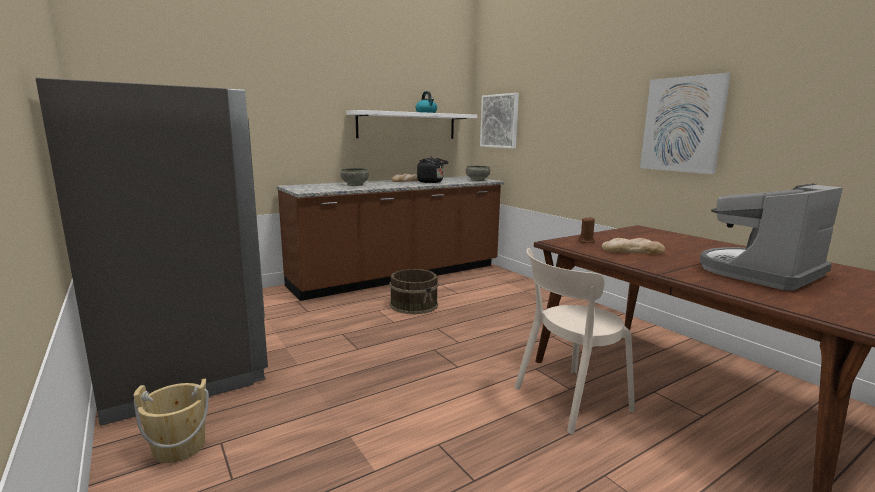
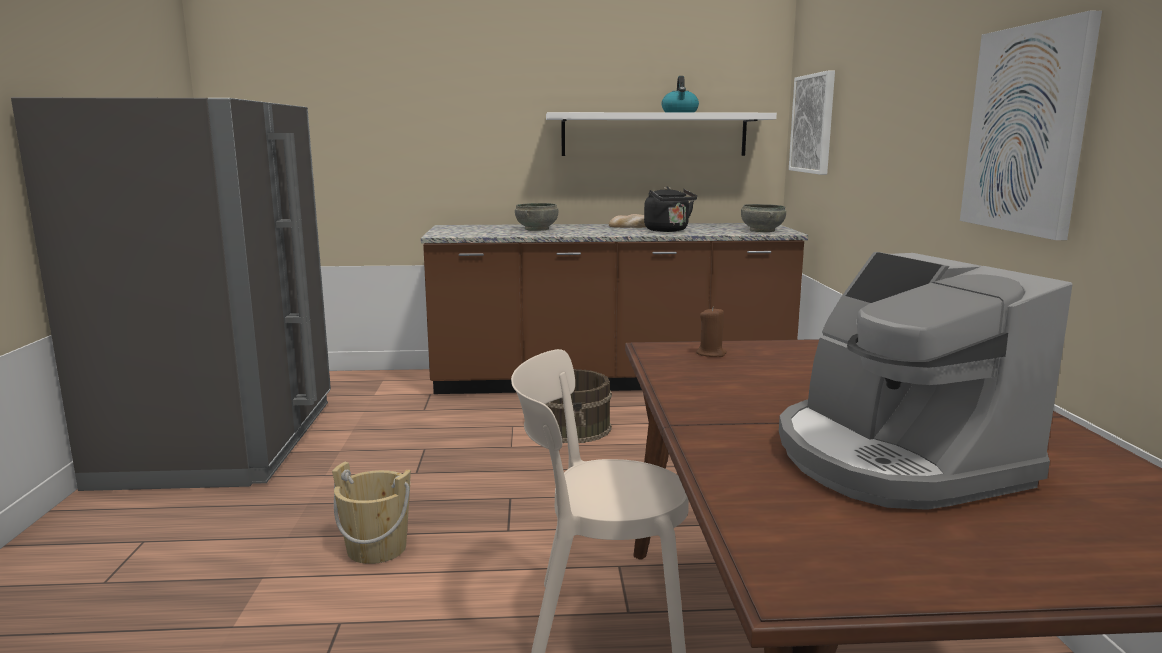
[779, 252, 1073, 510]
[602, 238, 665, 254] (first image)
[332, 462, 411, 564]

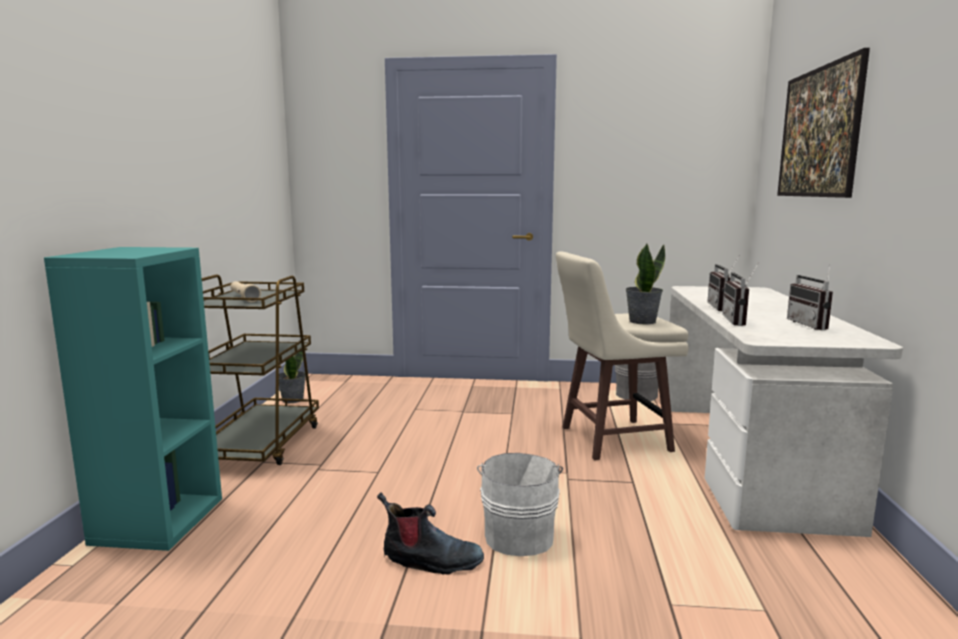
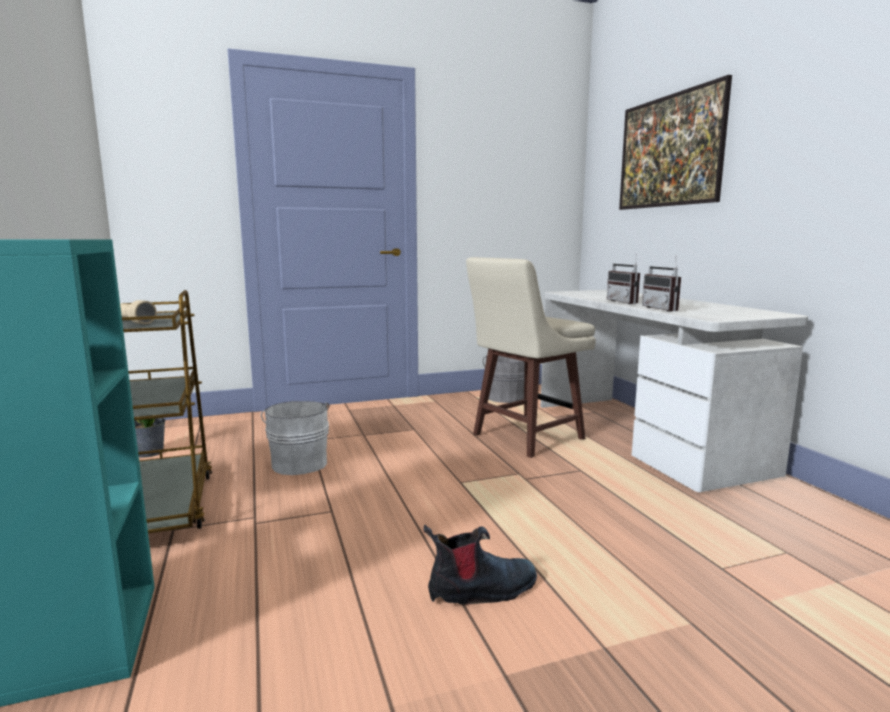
[626, 244, 665, 324] (first image)
[787, 264, 833, 330] (first image)
[261, 401, 330, 475]

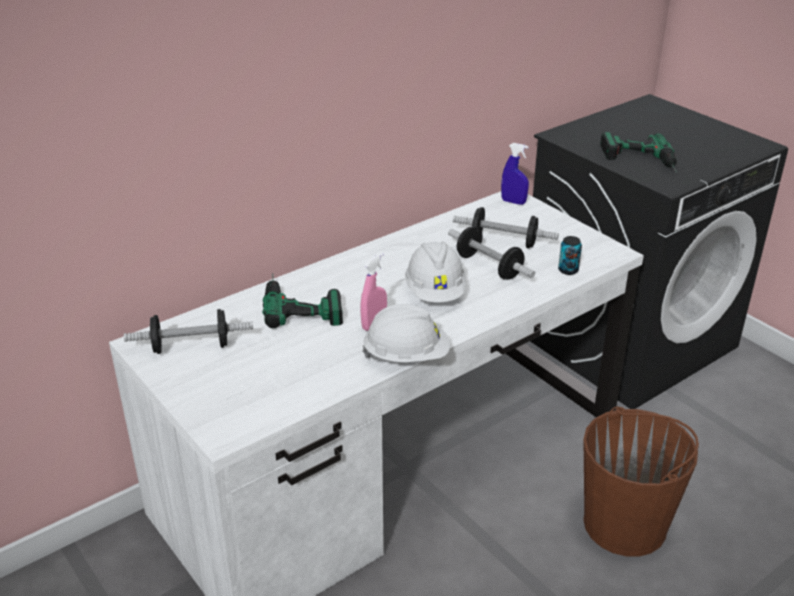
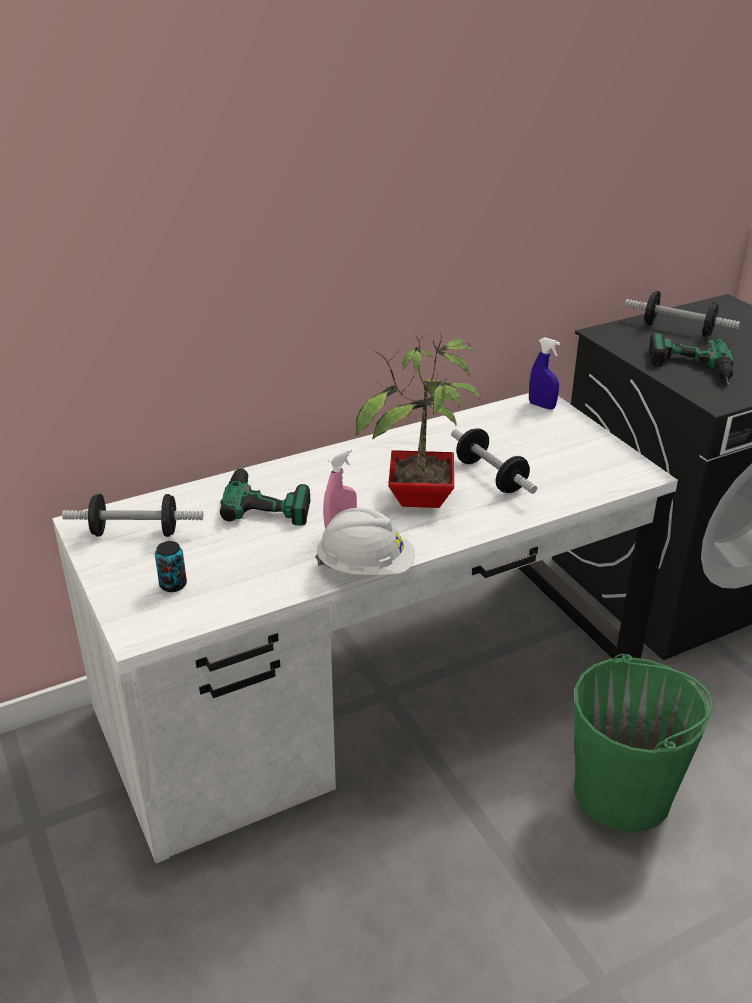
[625, 291, 740, 337]
[155, 541, 187, 592]
[356, 331, 480, 508]
[574, 654, 712, 832]

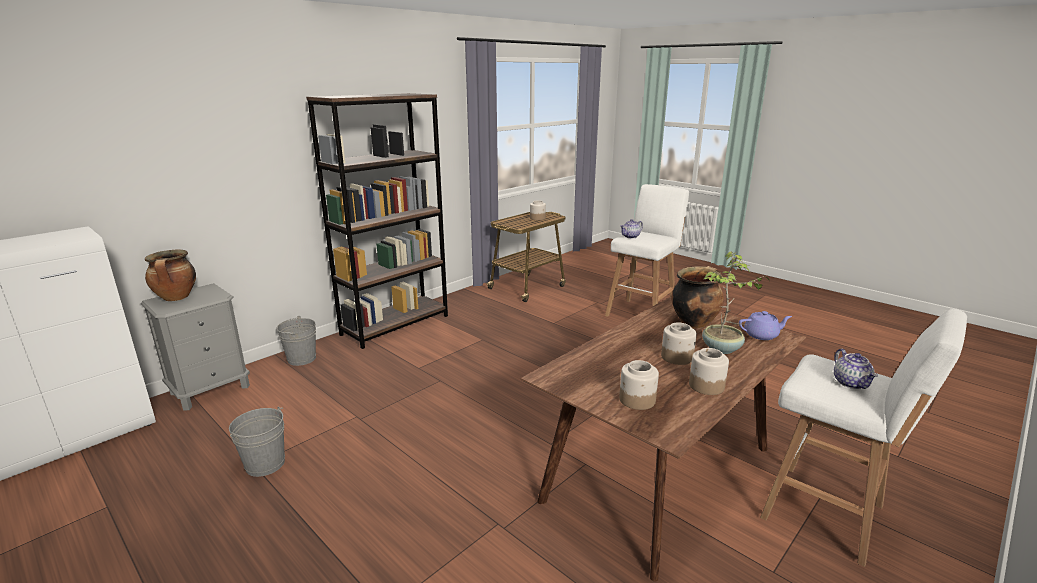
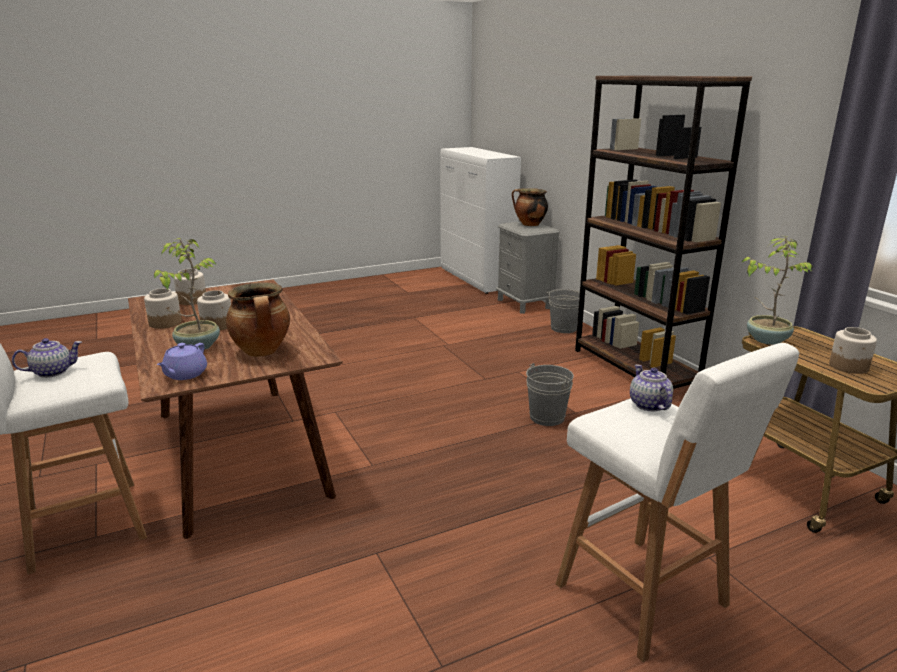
[12, 338, 82, 378]
[526, 363, 574, 426]
[742, 236, 813, 345]

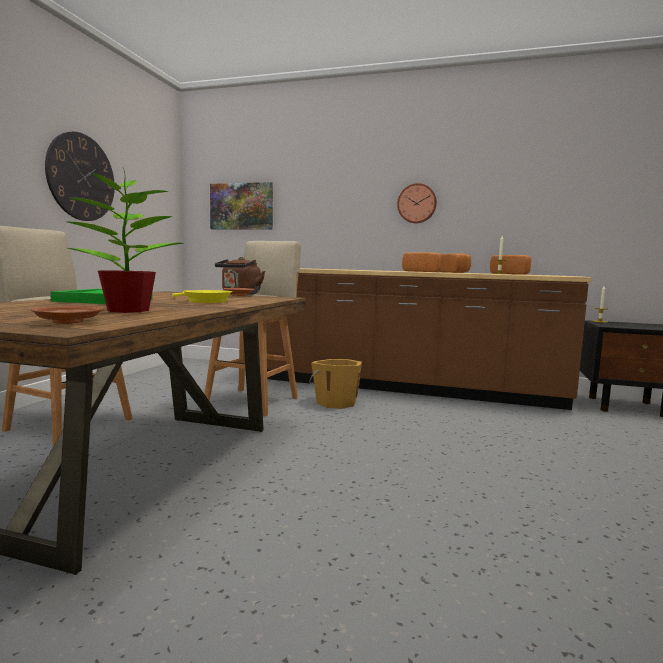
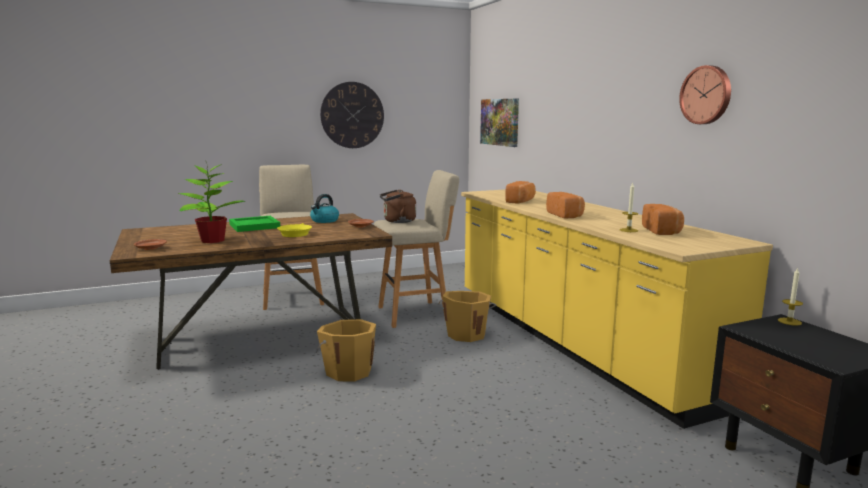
[679, 65, 731, 124]
[505, 181, 536, 204]
[461, 189, 773, 429]
[310, 194, 339, 223]
[316, 319, 376, 381]

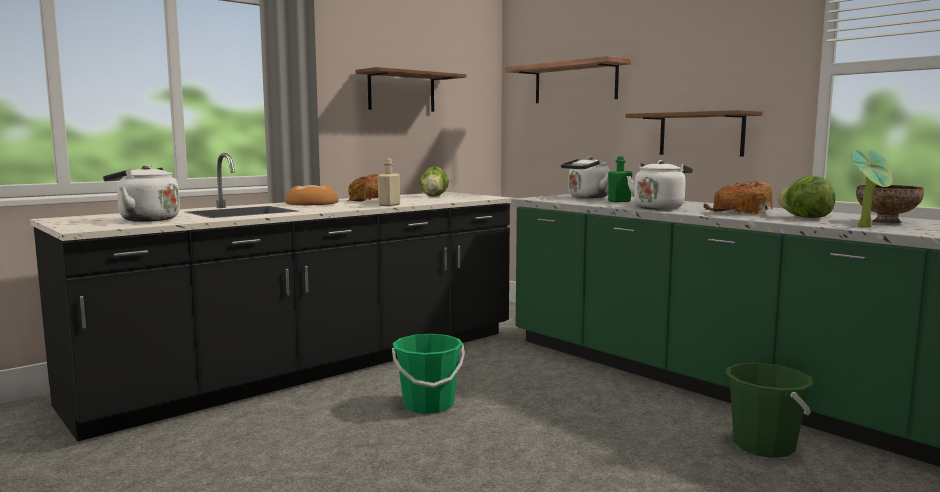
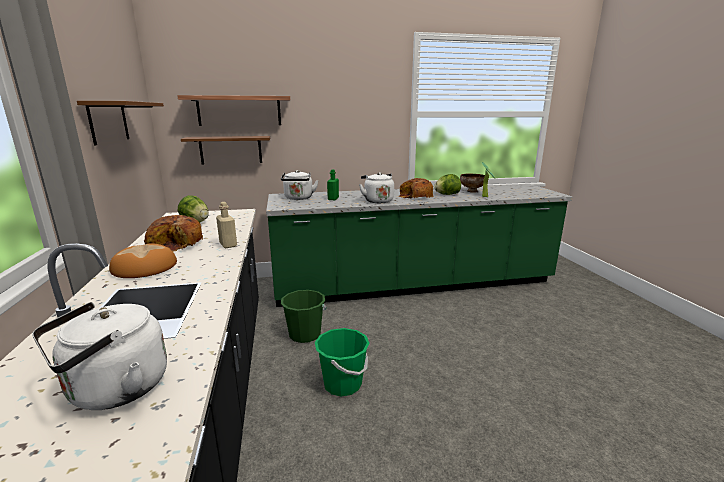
[181, 136, 270, 165]
[281, 290, 326, 343]

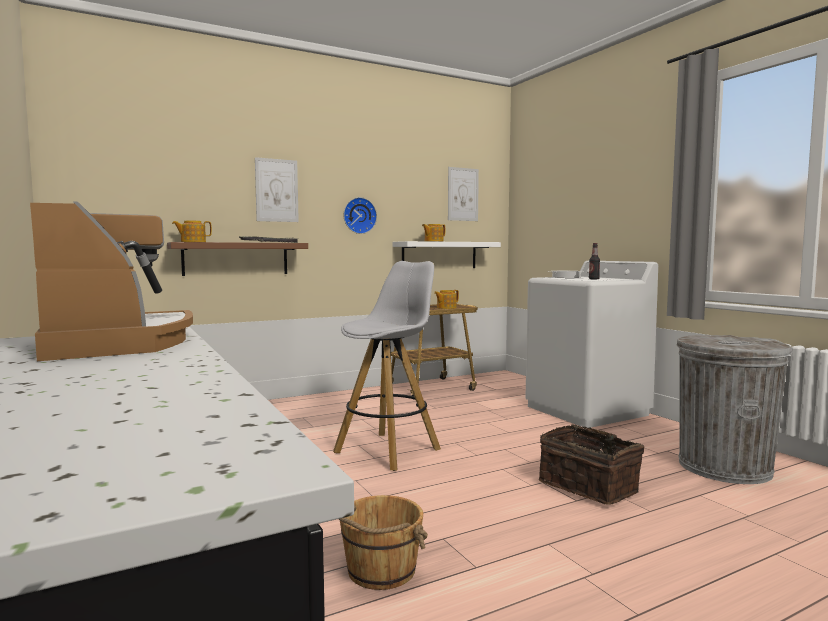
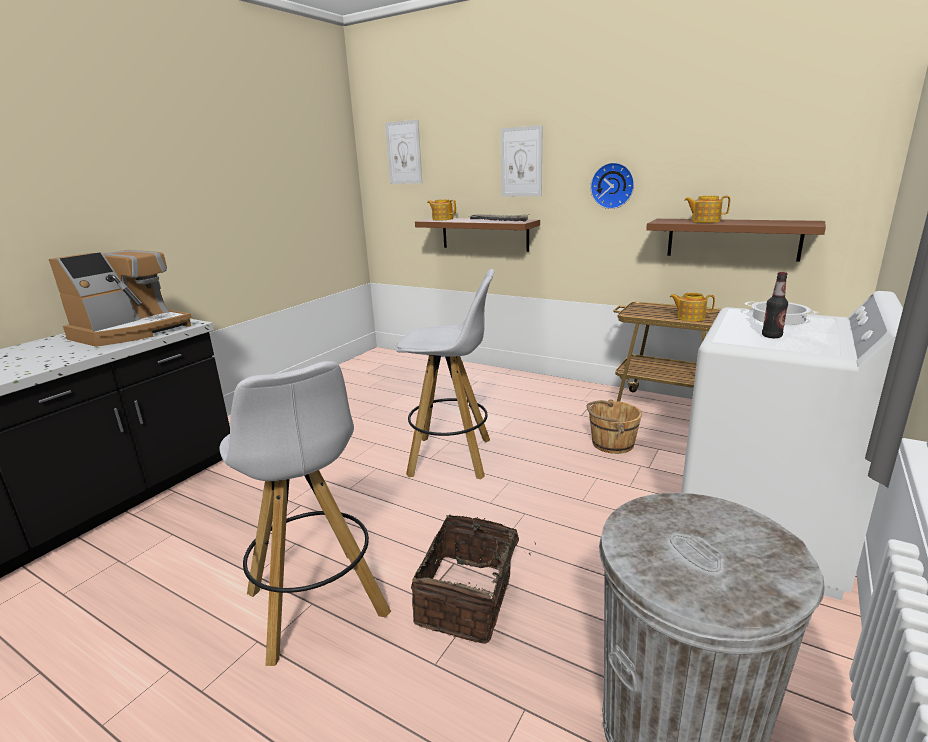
[385, 120, 422, 184]
[646, 219, 826, 262]
[587, 399, 642, 454]
[219, 361, 391, 666]

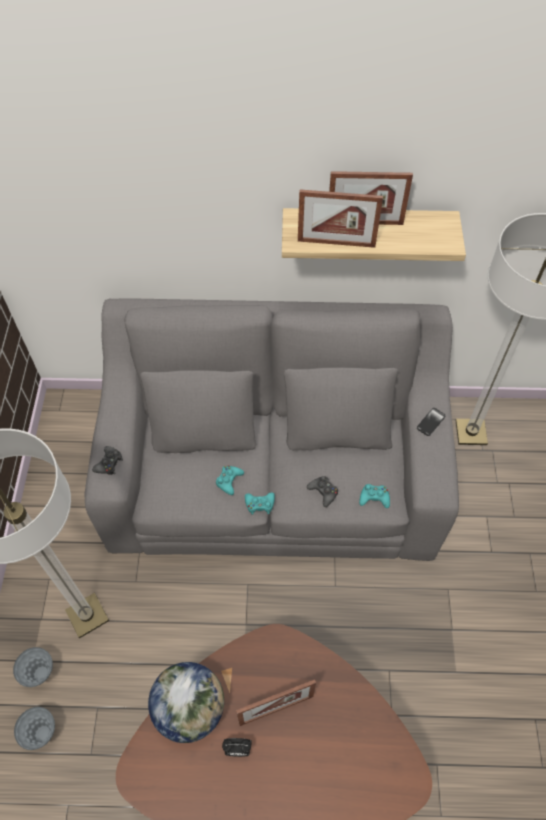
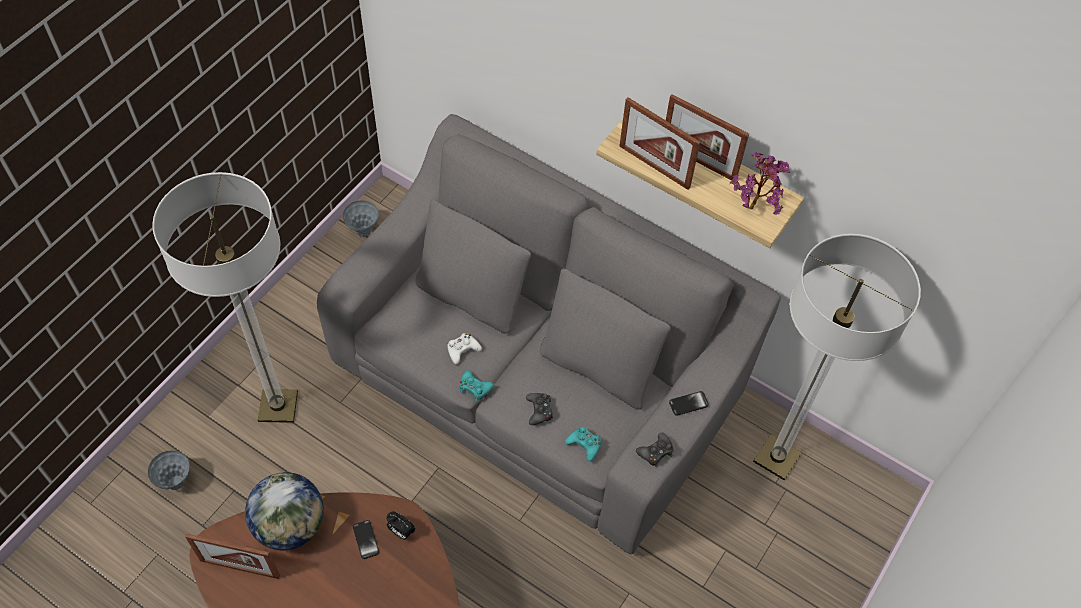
[636, 432, 674, 467]
[447, 333, 482, 364]
[343, 200, 379, 237]
[185, 533, 280, 579]
[386, 511, 416, 540]
[730, 152, 790, 215]
[353, 520, 379, 559]

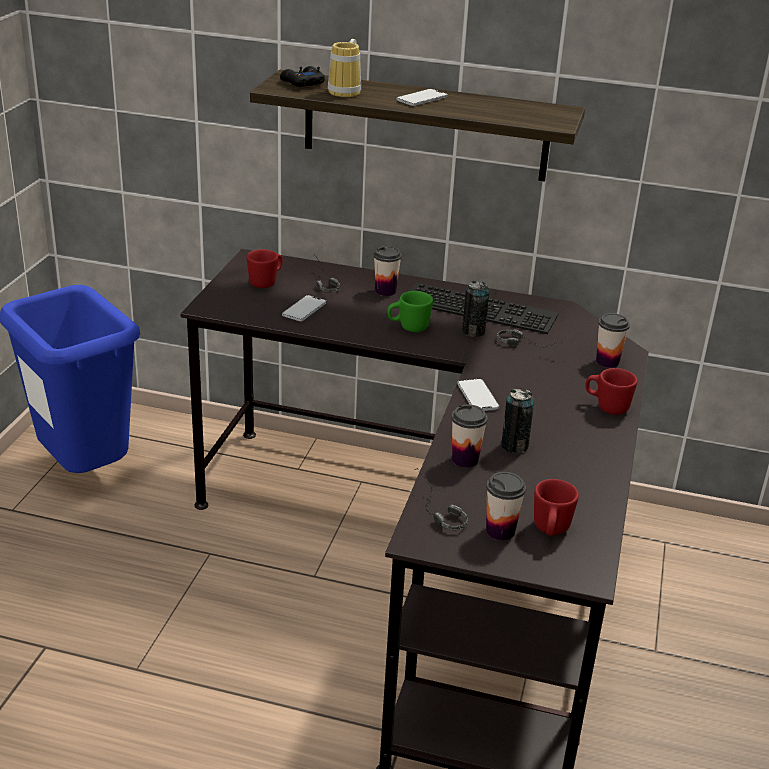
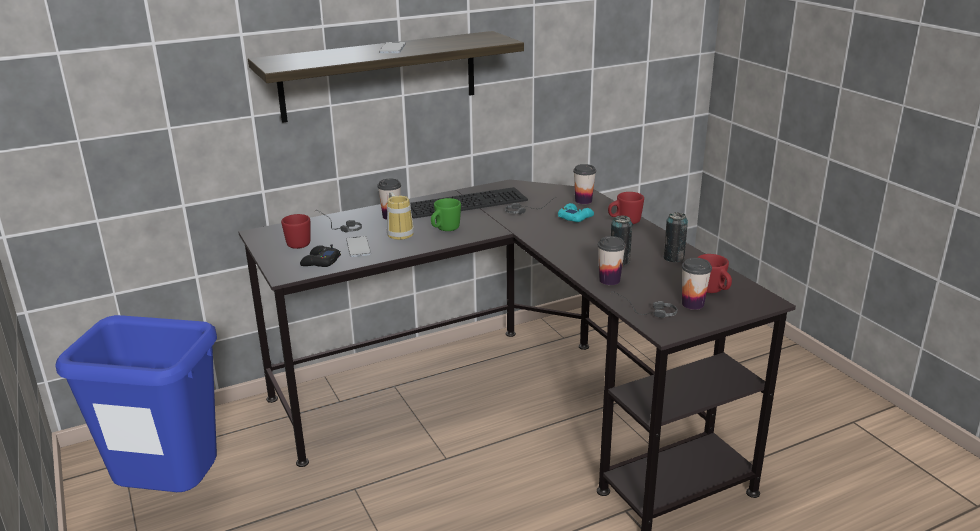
[387, 192, 414, 240]
[300, 244, 341, 267]
[664, 212, 688, 262]
[458, 379, 499, 411] (first image)
[558, 203, 594, 222]

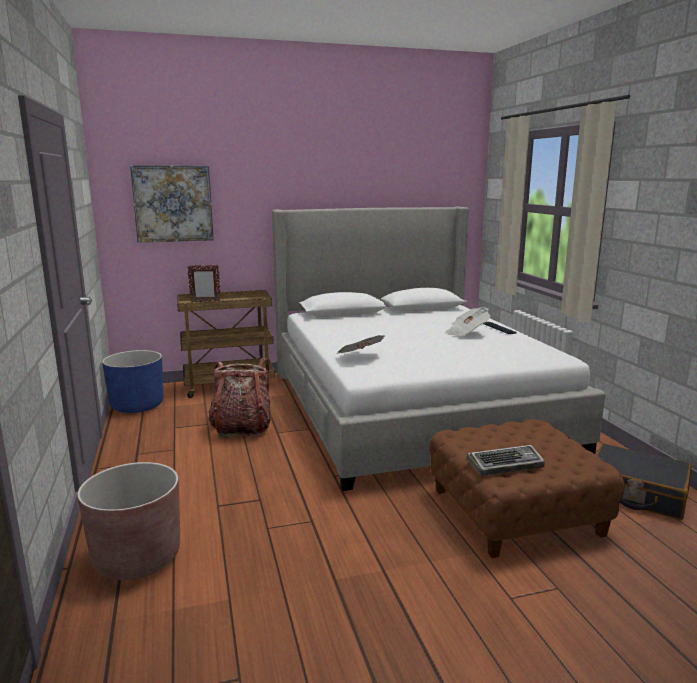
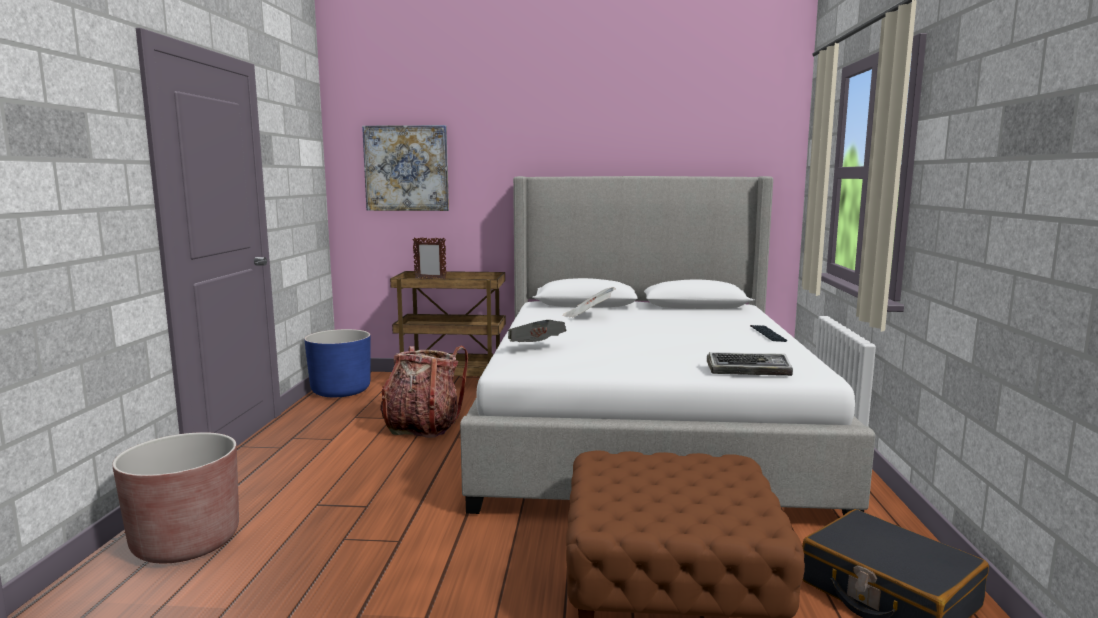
[563, 287, 616, 318]
[707, 352, 793, 376]

